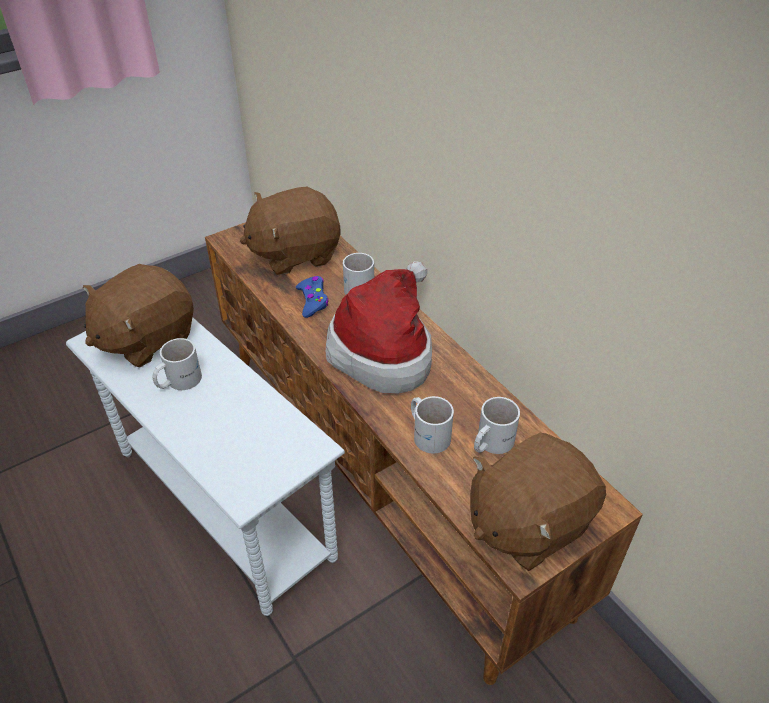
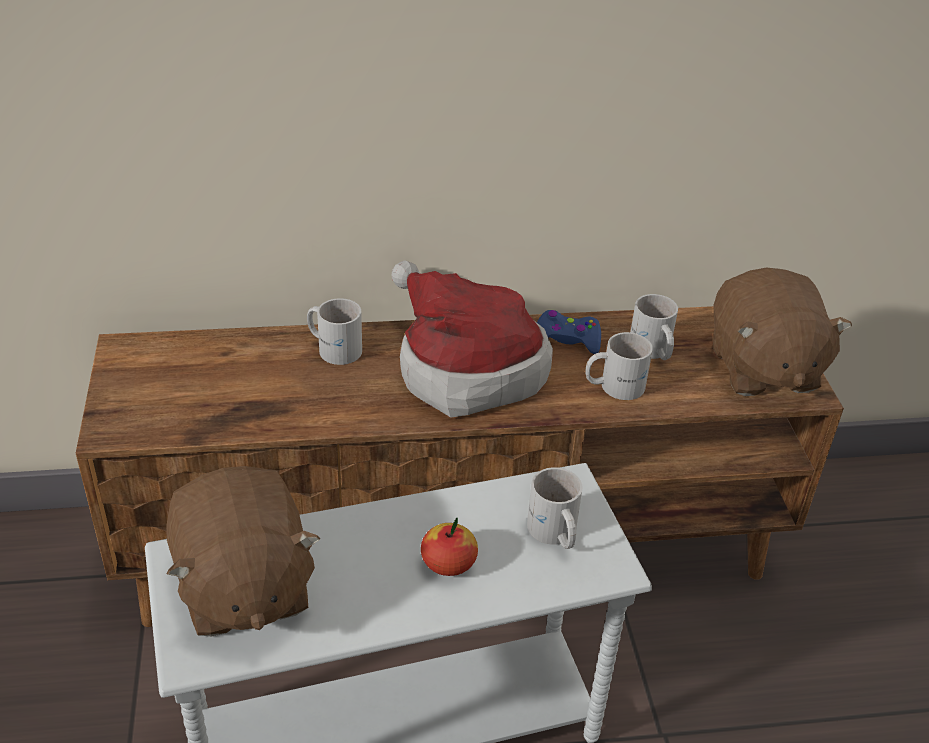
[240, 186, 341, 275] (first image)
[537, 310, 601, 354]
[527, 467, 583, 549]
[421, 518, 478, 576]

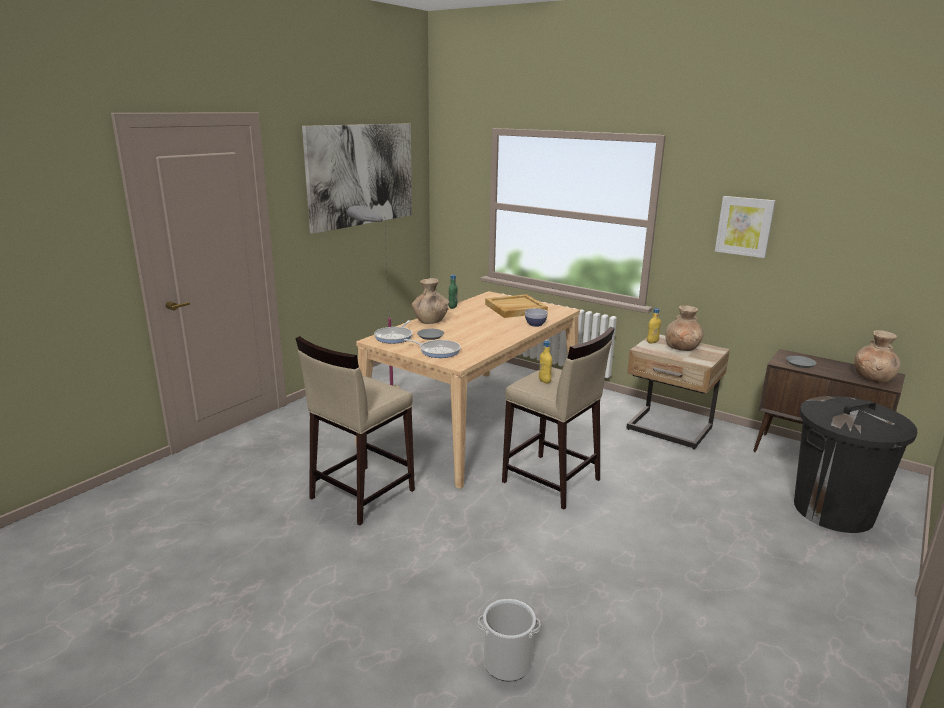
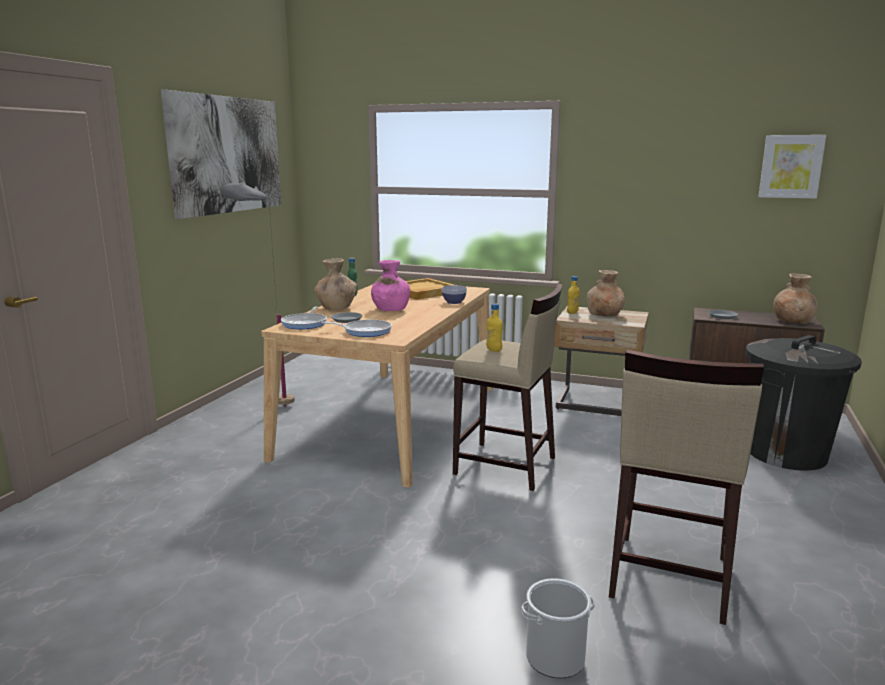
[758, 135, 826, 199]
[609, 349, 764, 625]
[371, 260, 410, 311]

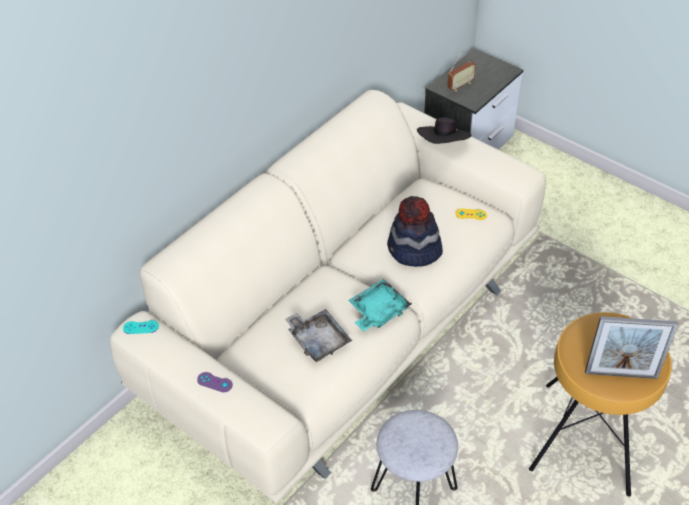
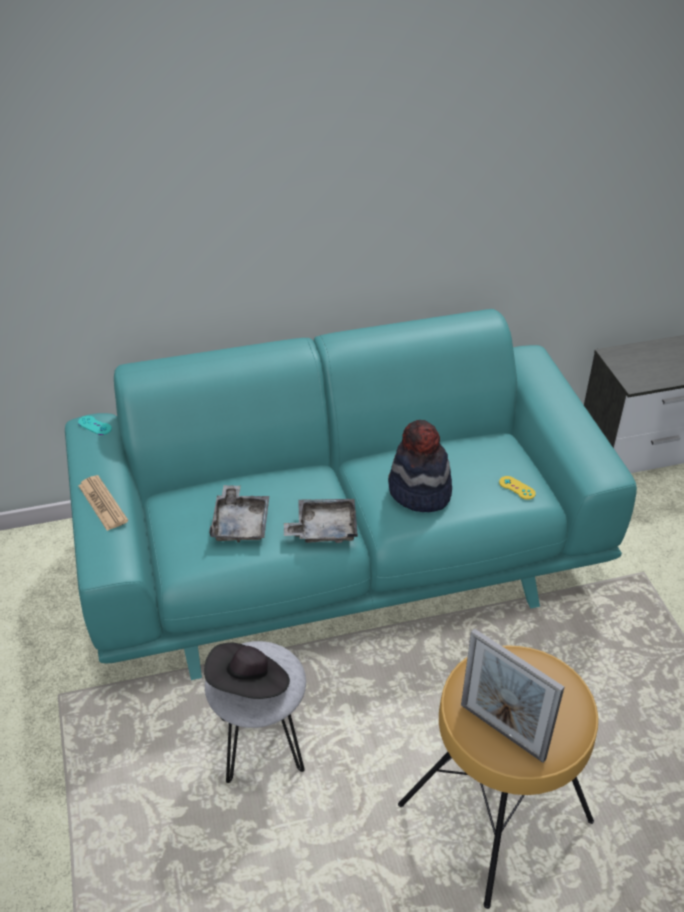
[447, 51, 476, 91] (first image)
[65, 309, 637, 680]
[204, 643, 290, 699]
[284, 499, 358, 543]
[78, 475, 128, 531]

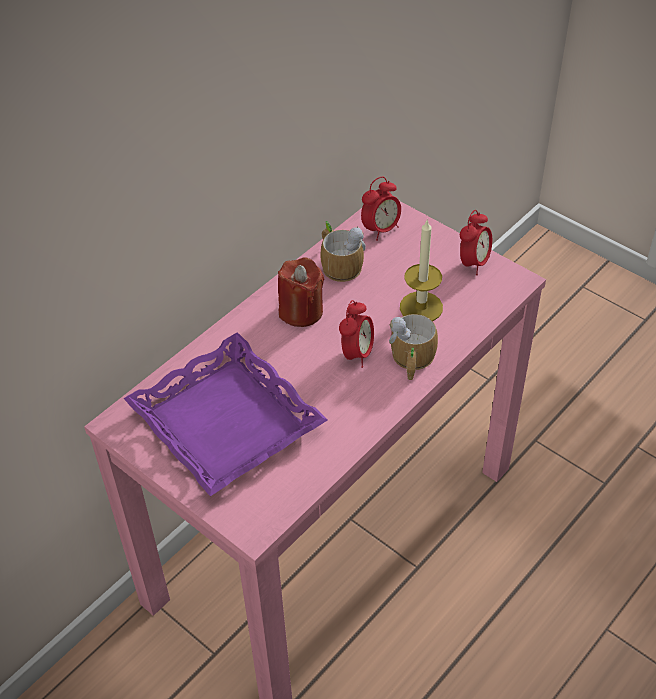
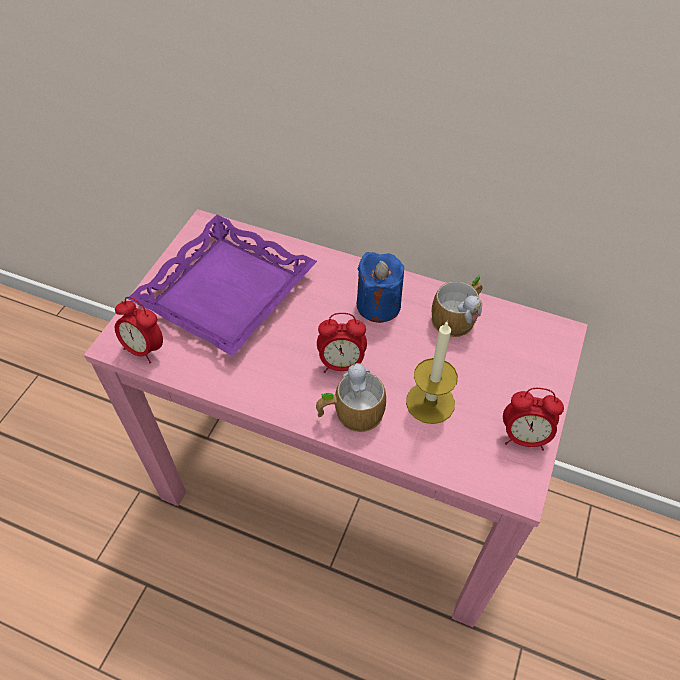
[115, 297, 163, 363]
[357, 252, 404, 323]

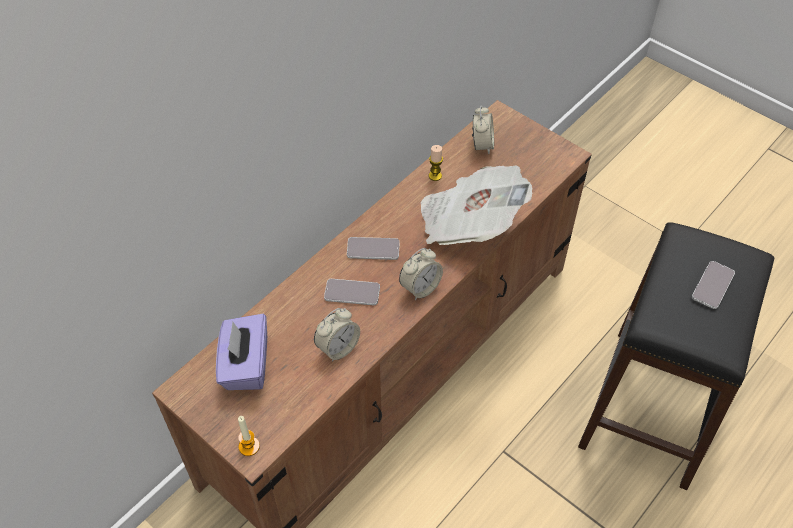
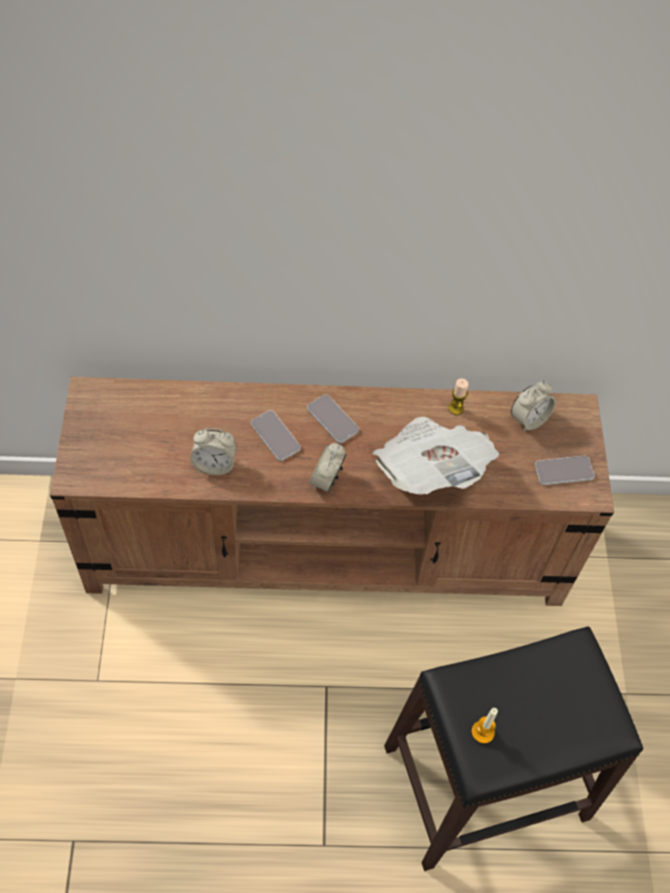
[308, 443, 347, 492]
[535, 456, 595, 485]
[216, 314, 267, 390] (first image)
[472, 708, 498, 744]

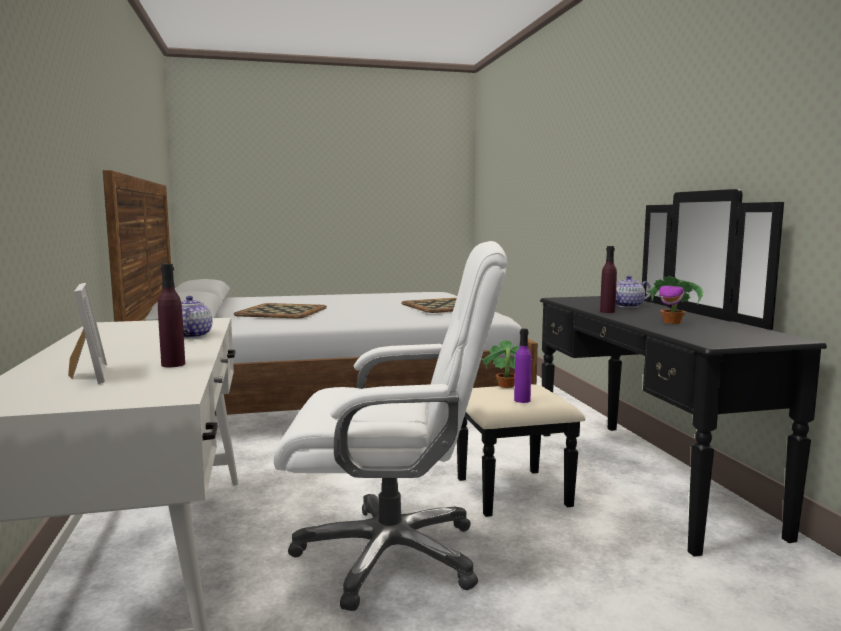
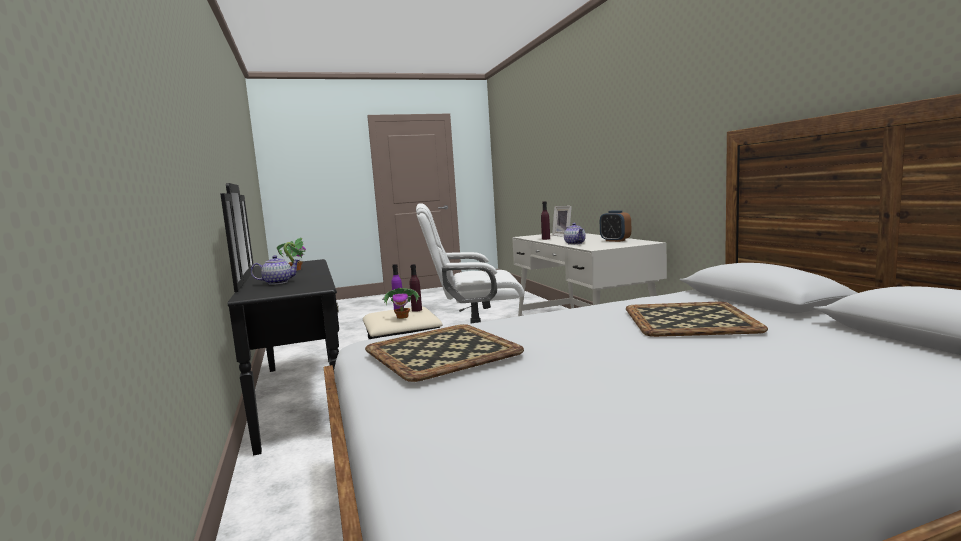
[410, 264, 422, 312]
[600, 210, 631, 242]

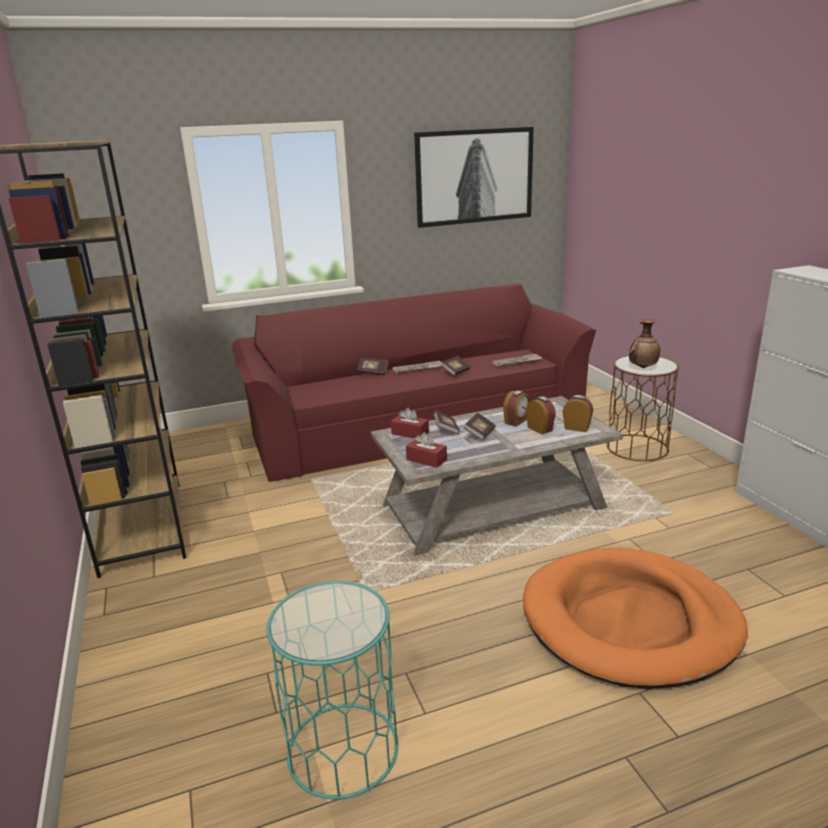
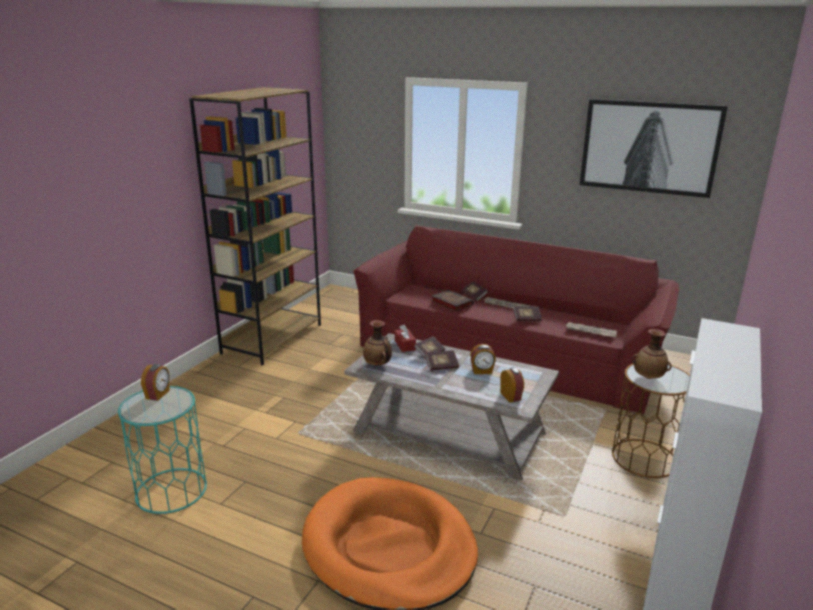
[141, 364, 170, 401]
[363, 320, 392, 366]
[431, 290, 474, 311]

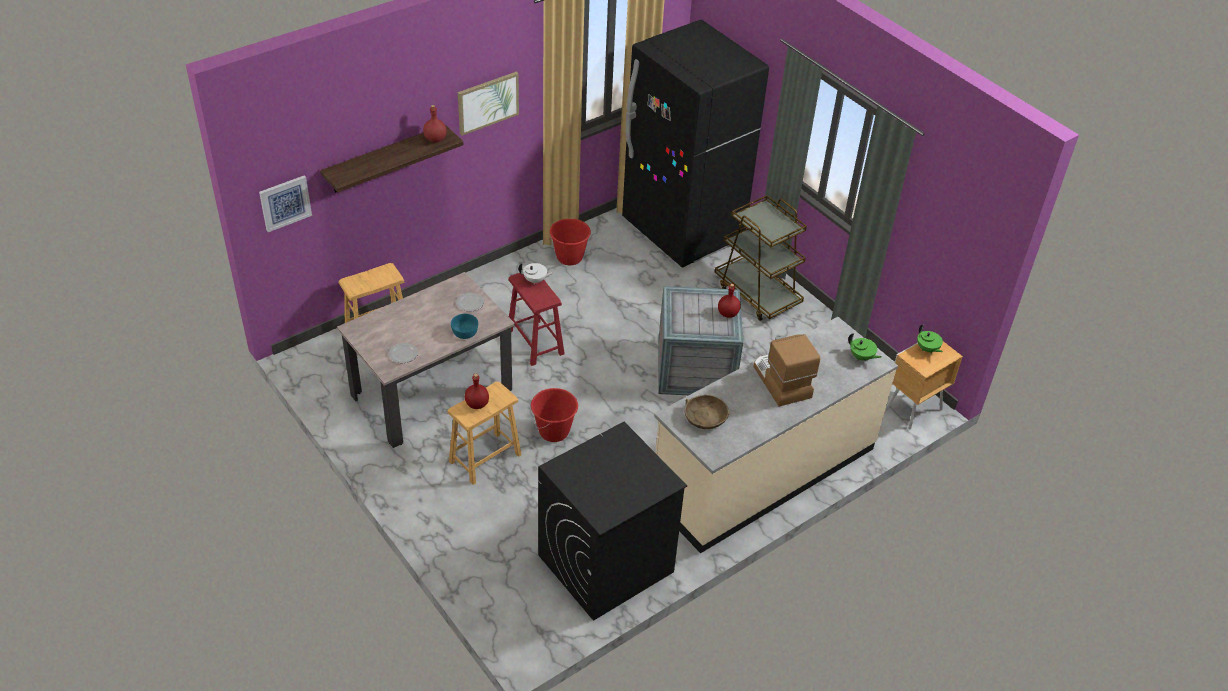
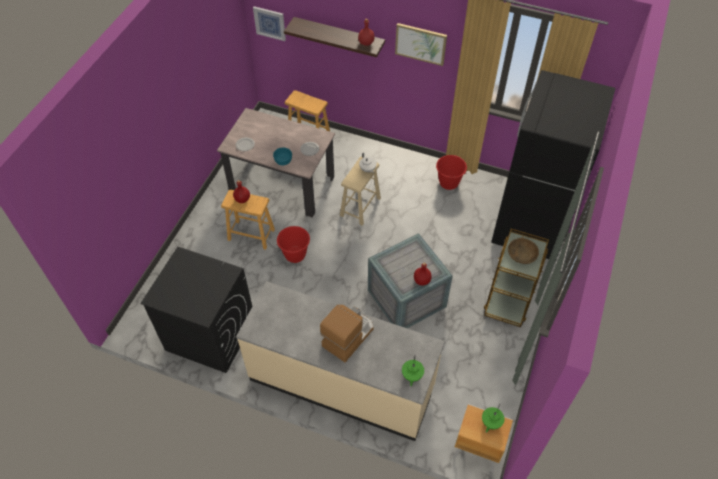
[340, 157, 381, 226]
[508, 236, 539, 264]

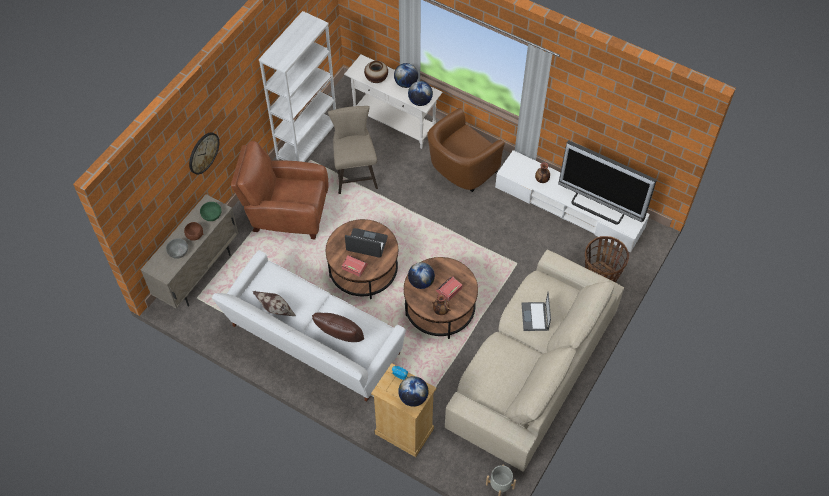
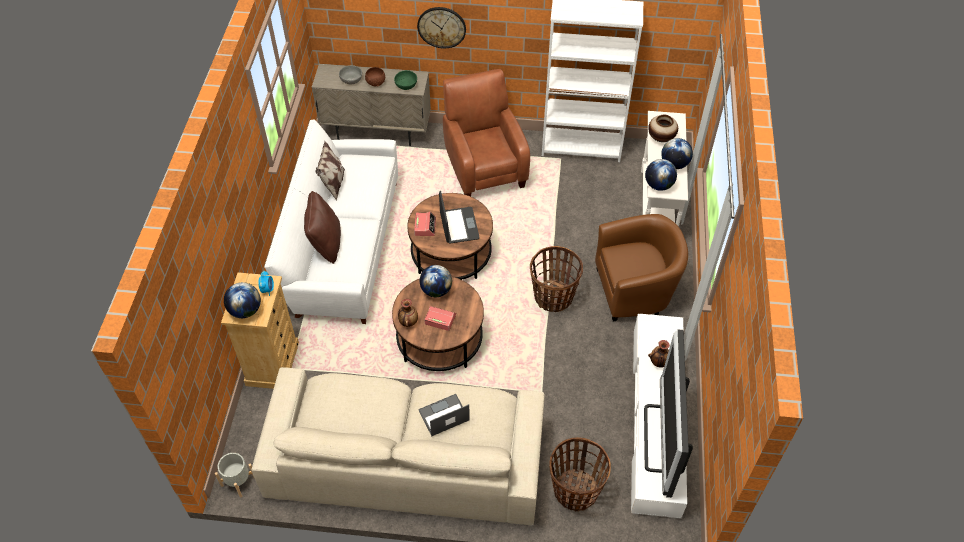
[328, 106, 378, 194] (first image)
[595, 214, 688, 322]
[530, 246, 583, 312]

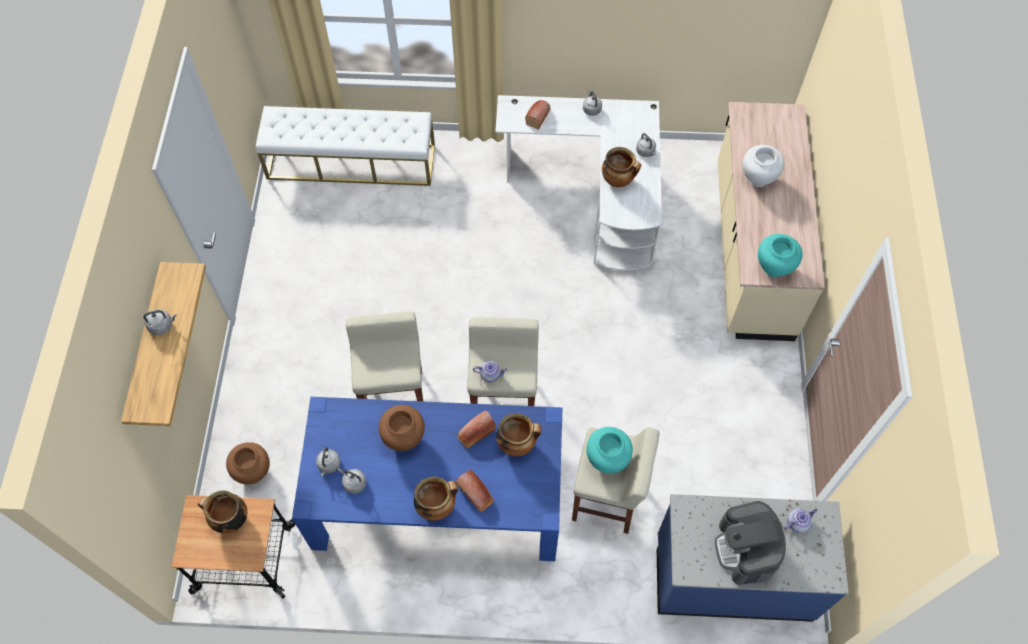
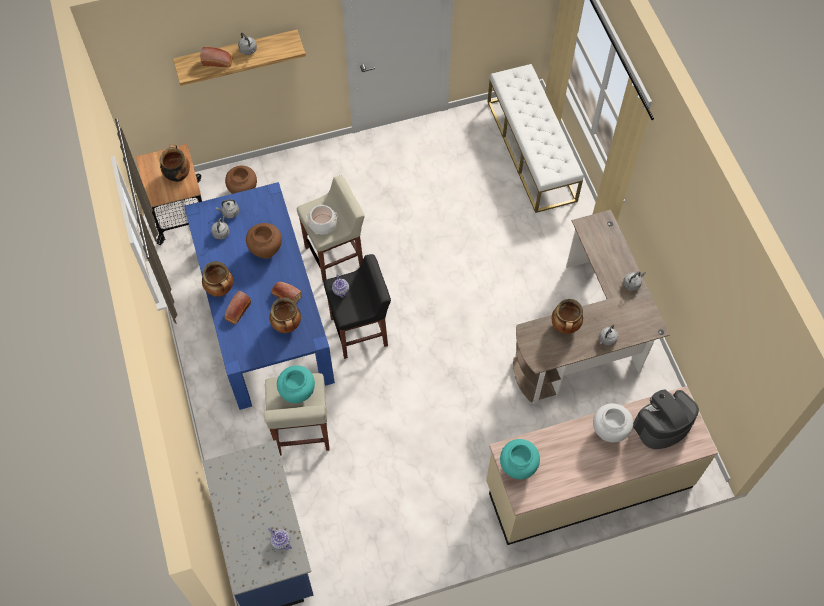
[513, 210, 670, 404]
[200, 47, 232, 68]
[324, 254, 391, 359]
[633, 390, 699, 449]
[306, 205, 338, 234]

